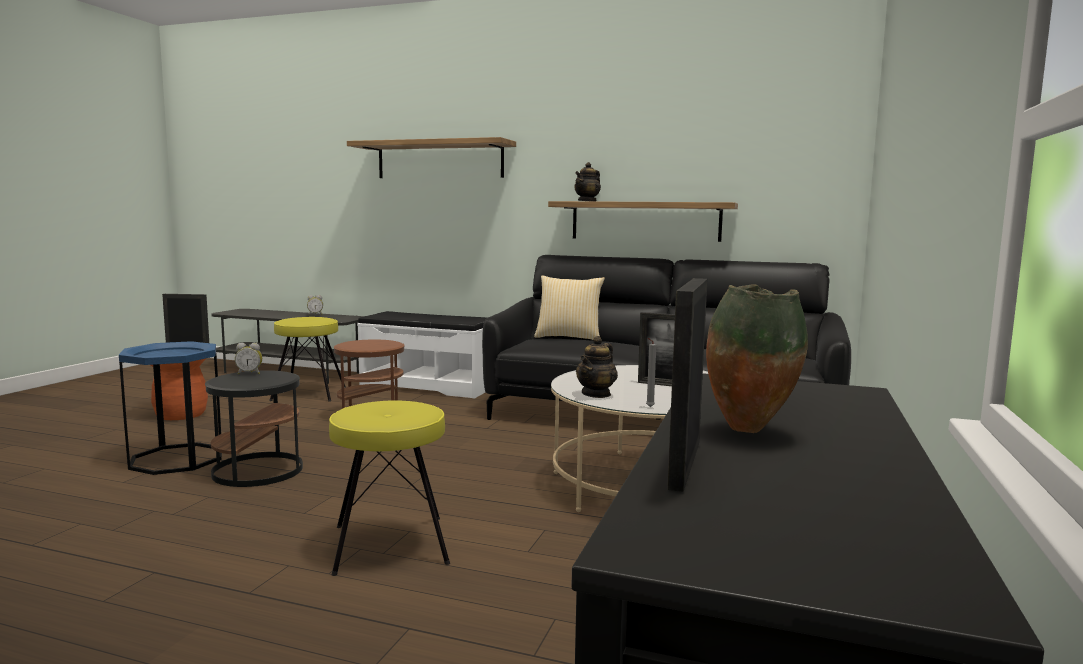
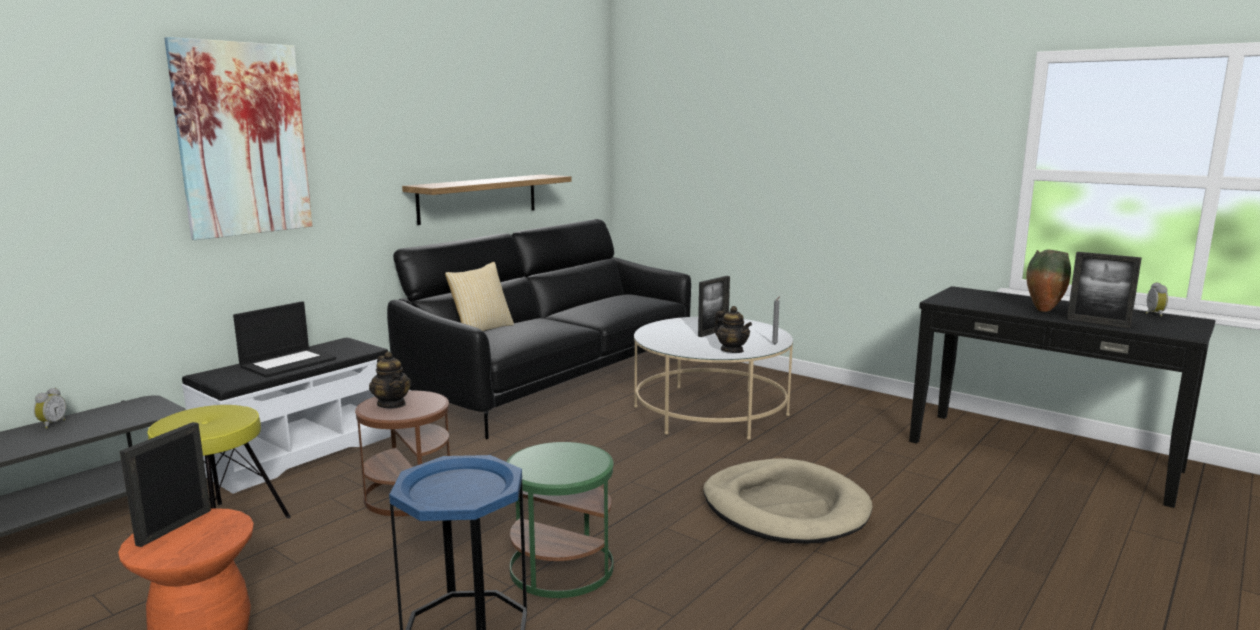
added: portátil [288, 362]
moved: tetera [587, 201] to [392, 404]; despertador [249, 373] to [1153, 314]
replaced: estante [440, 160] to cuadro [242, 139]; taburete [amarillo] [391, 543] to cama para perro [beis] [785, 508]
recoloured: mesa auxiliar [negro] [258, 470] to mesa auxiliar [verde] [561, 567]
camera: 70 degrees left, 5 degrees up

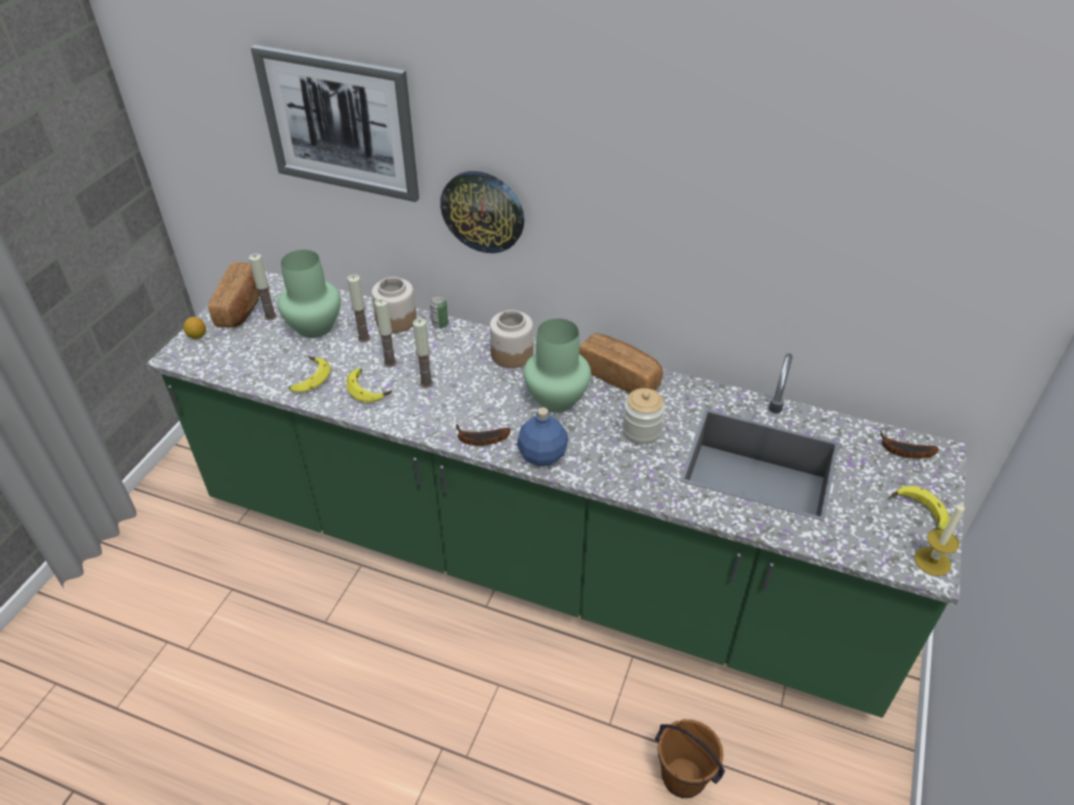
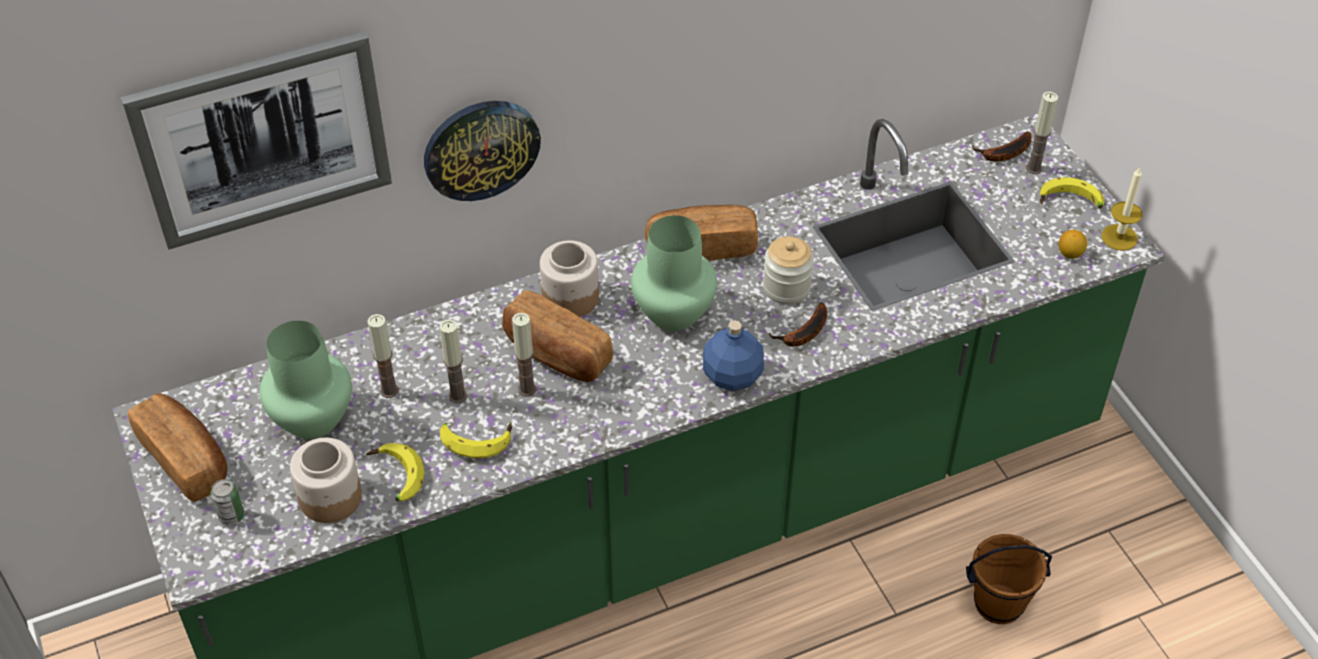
added: pan [556, 353]
moved: vela [270, 316] to [1034, 168]; tarro [396, 320] to [329, 497]; lata [440, 324] to [231, 516]; limón [197, 336] to [1070, 254]; plátano [479, 439] to [803, 333]
camera: 45 degrees left, 5 degrees up

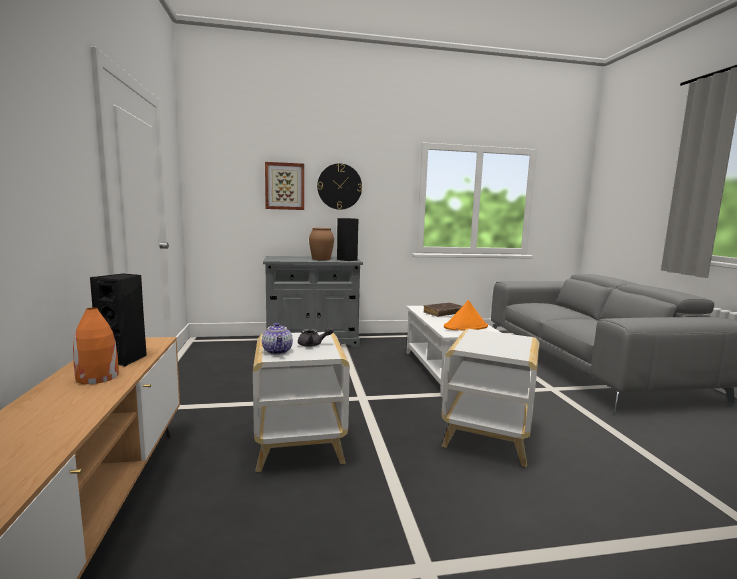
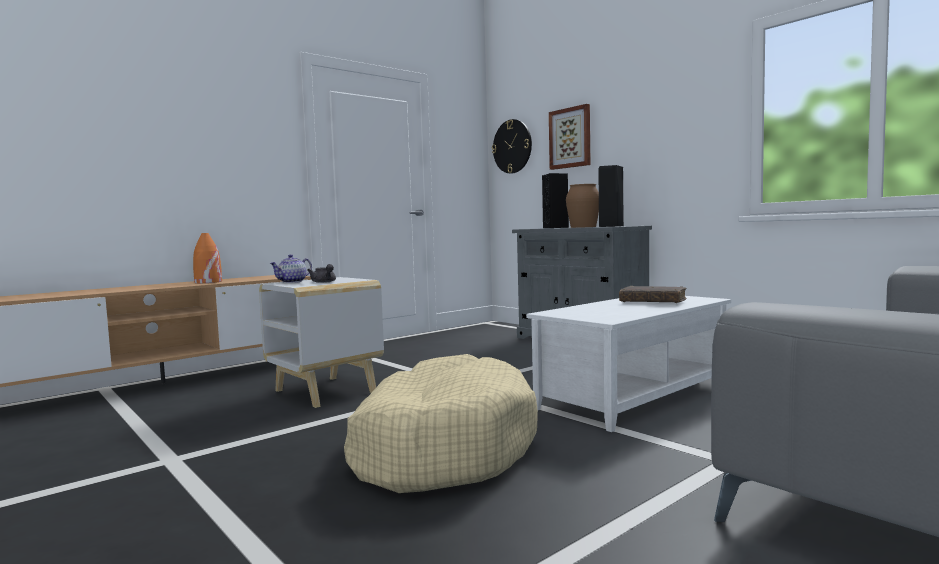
removed: sombrero [naranja] [466, 327]
moved: reloj de pared [339, 186] to [512, 146]; altavoz [negro] [124, 359] to [556, 227]
replaced: mesa auxiliar [blanco] [488, 440] to cama para perro [beis] [441, 447]
camera: 60 degrees right, 5 degrees down

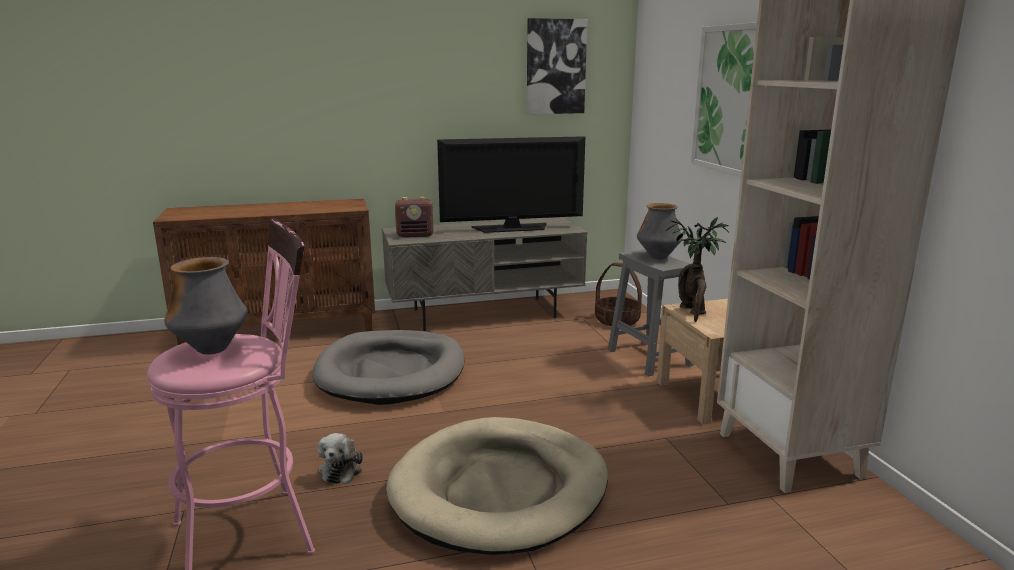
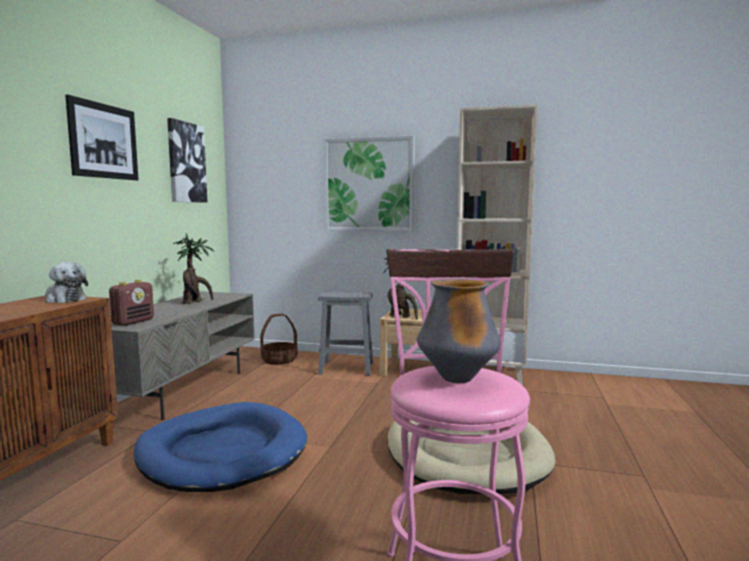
removed: florero [658, 257]
added: cuadro [104, 141]
moved: peluche [342, 469] to [64, 299]
replaced: televisor [512, 228] to planta en maceta [195, 302]
recoloured: cama para perro [gris] [391, 372] to cama para perro [azul] [222, 452]
camera: 60 degrees left, 10 degrees down

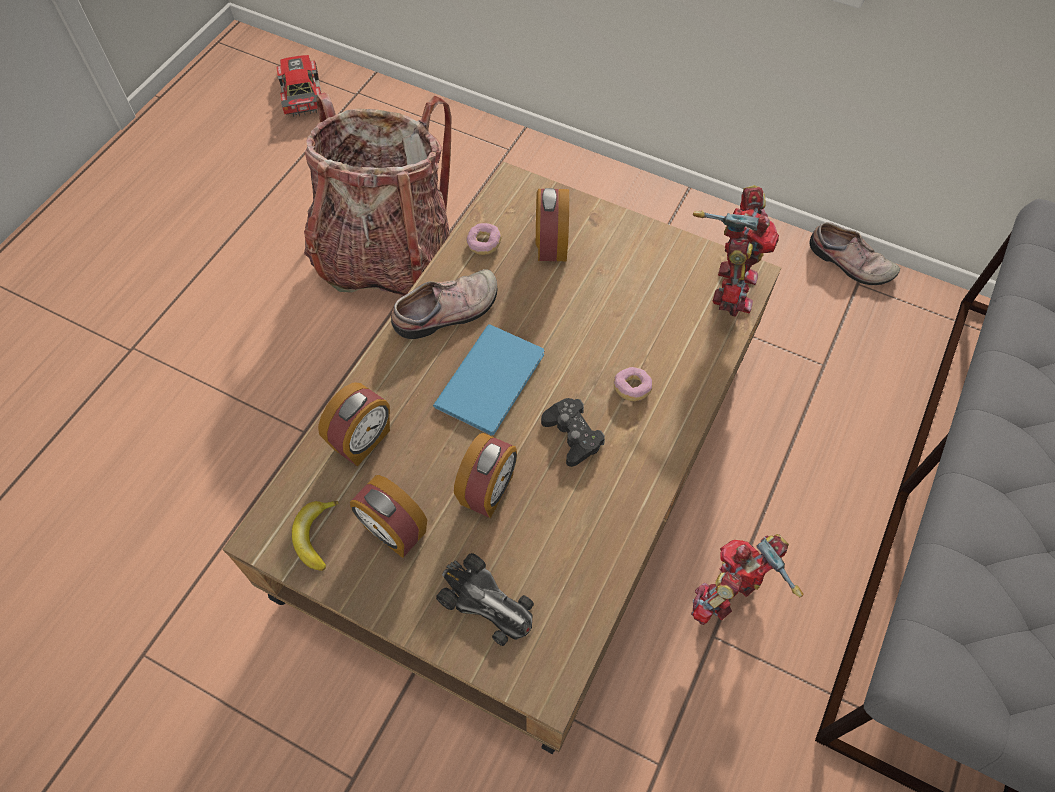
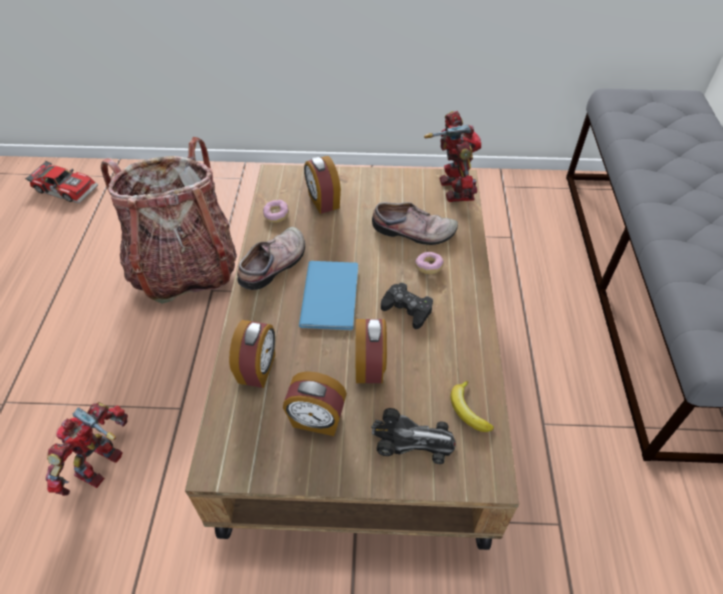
moved: zapato [849, 263] to [413, 232]; plátano [315, 536] to [468, 410]; robot de juguete [729, 594] to [102, 466]
turned: coche de juguete [299, 93] = [66, 187] 150 degrees clockwise
camera: 25 degrees left, 10 degrees down

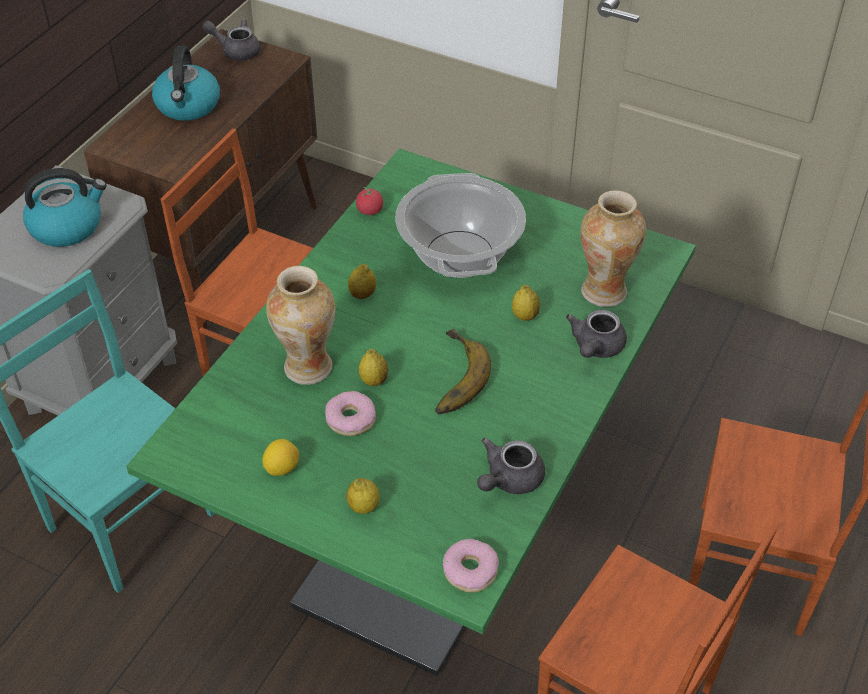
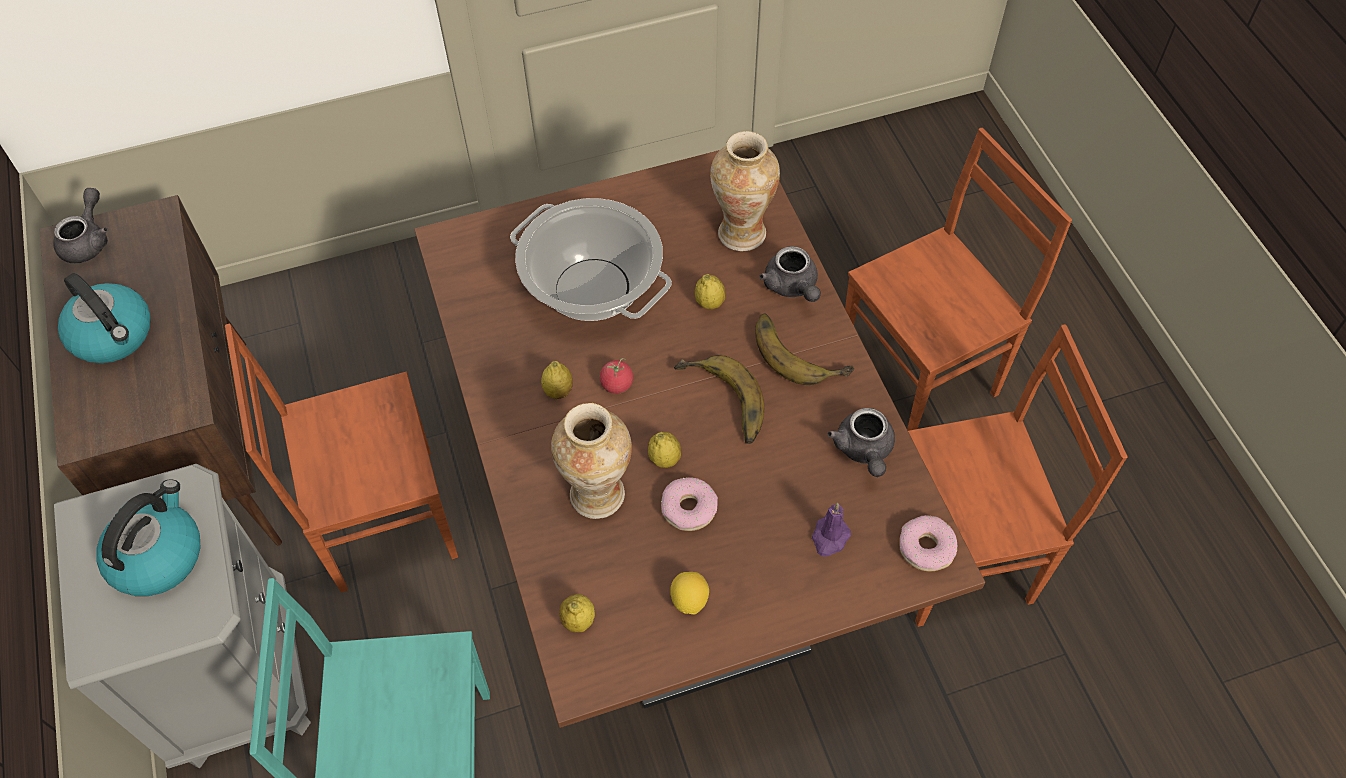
added: plátano [800, 350]; vela [morado] [829, 538]
moved: tomate [370, 210] to [617, 384]; limón [363, 507] to [578, 621]
recoloured: mesa de comedor [verde] [434, 526] to mesa de comedor [marrón] [676, 540]
turned: tetera [gris] [236, 50] = [88, 241] 135 degrees clockwise
camera: 45 degrees left, 10 degrees up

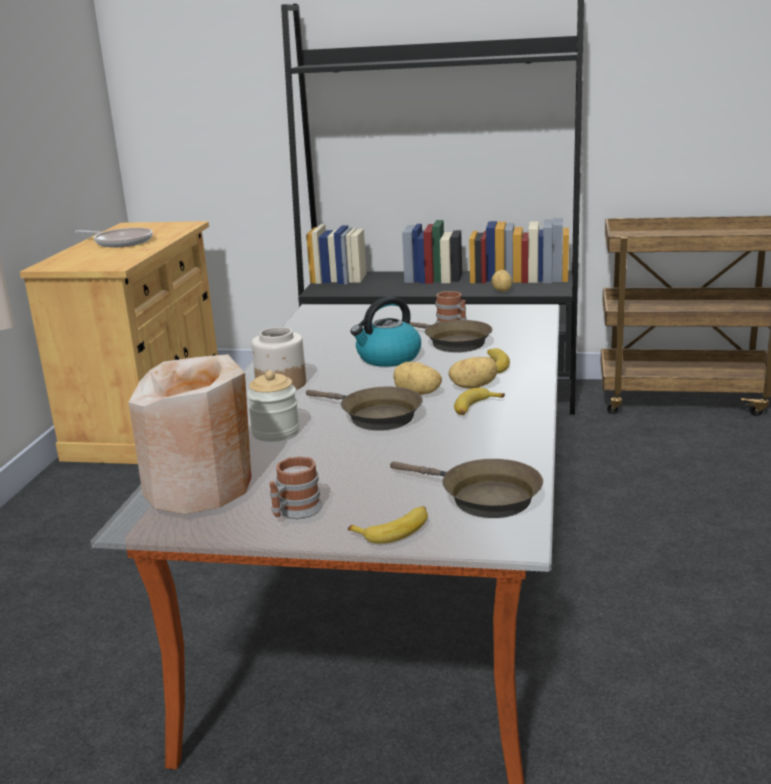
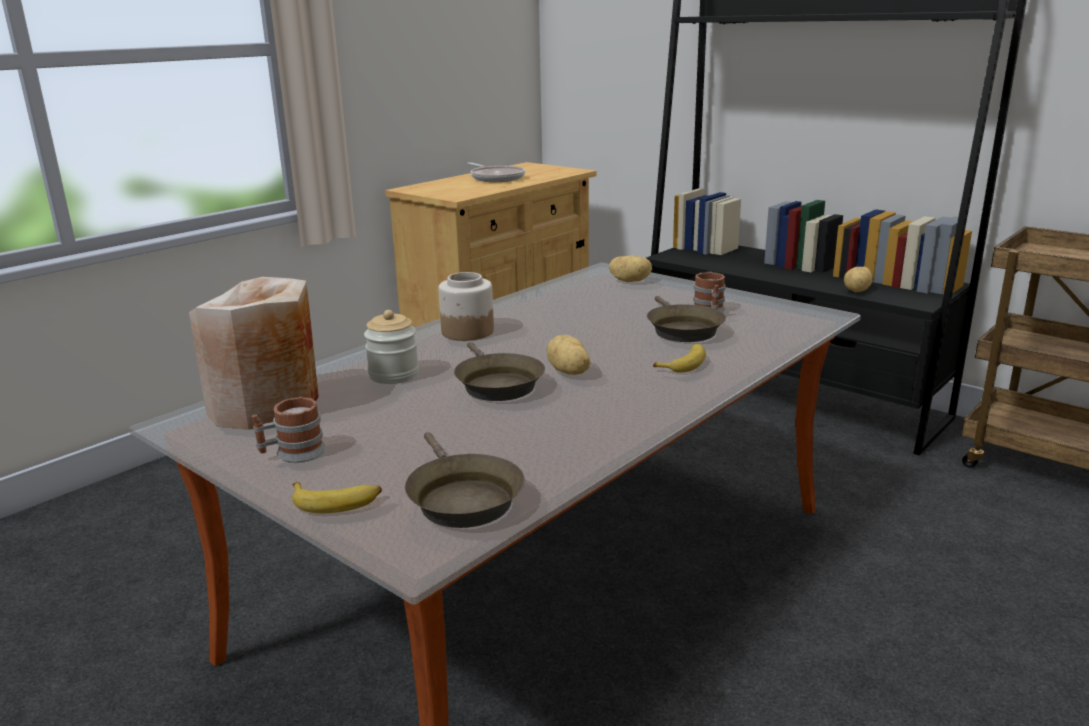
removed: hervidor [388, 358]; plátano [475, 408]
moved: patata [473, 386] to [630, 281]
camera: 30 degrees right, 0 degrees up

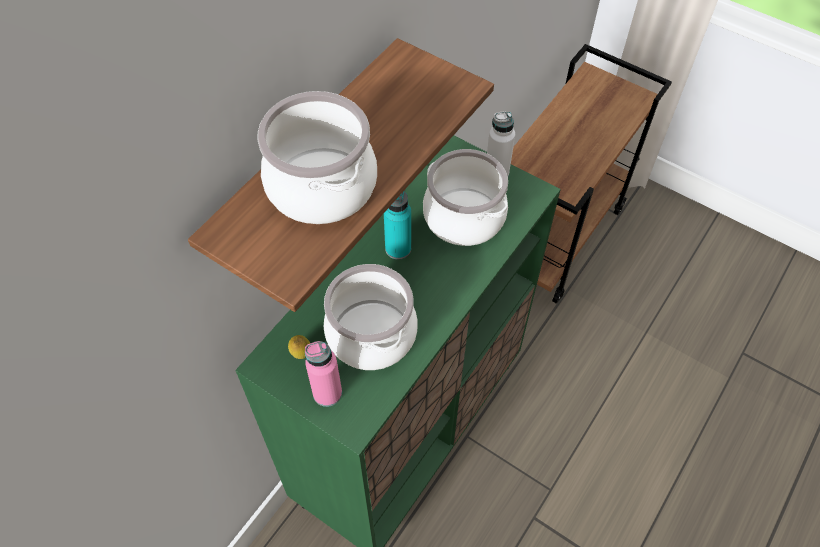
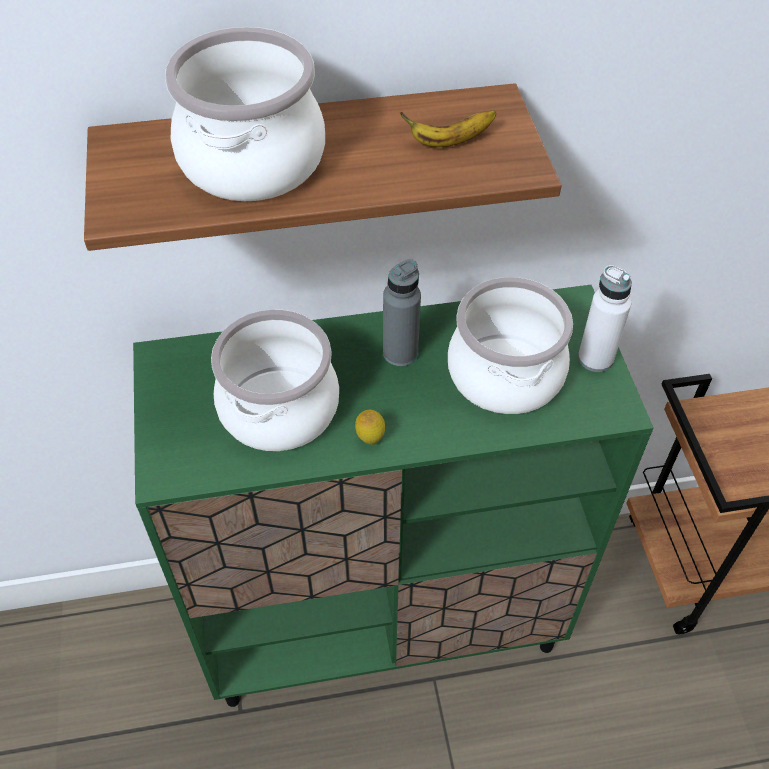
removed: botella [rosa] [327, 393]
added: plátano [450, 141]
moved: limón [301, 354] to [370, 439]
recoloured: botella [turquesa] [398, 249] to botella [gris] [400, 353]
camera: 45 degrees right, 5 degrees down

